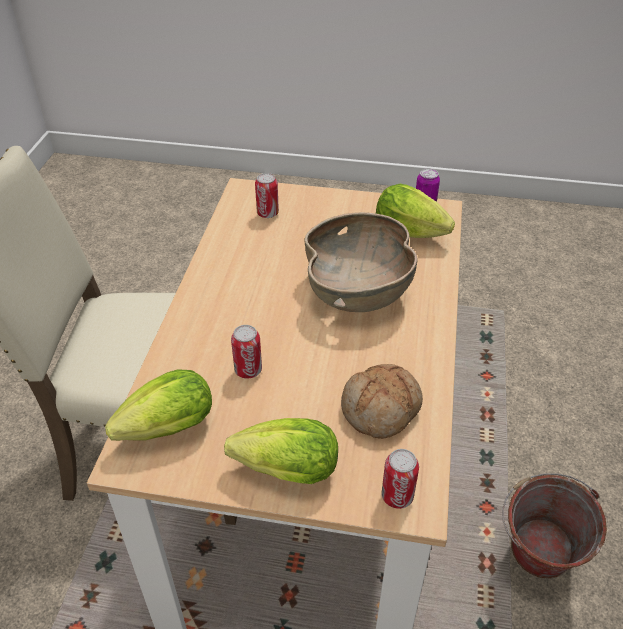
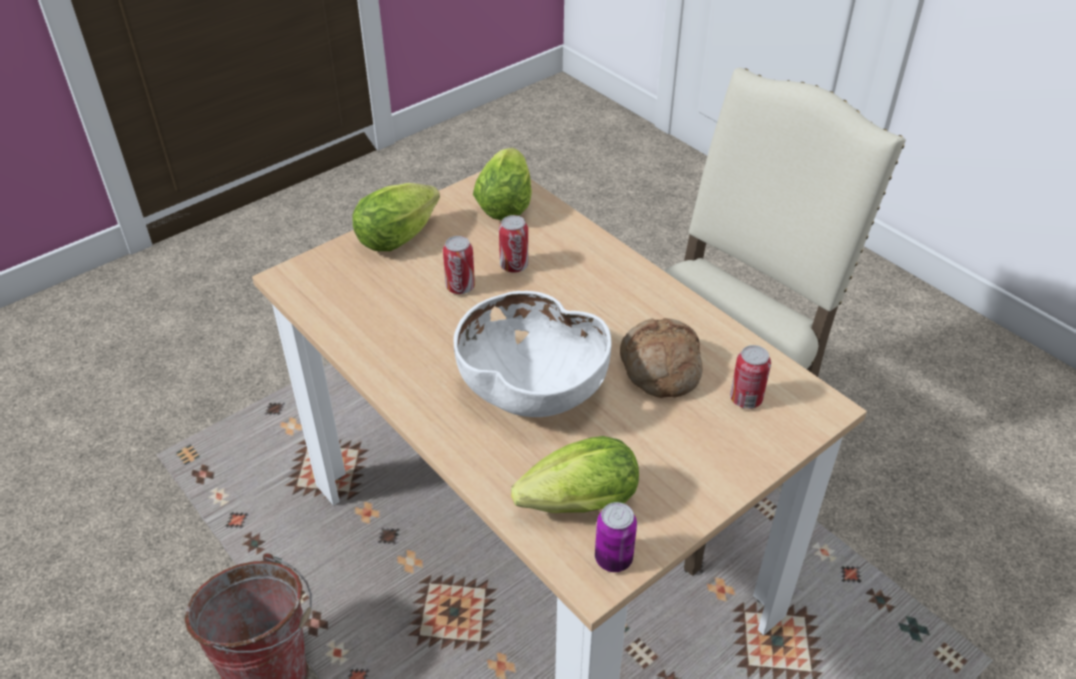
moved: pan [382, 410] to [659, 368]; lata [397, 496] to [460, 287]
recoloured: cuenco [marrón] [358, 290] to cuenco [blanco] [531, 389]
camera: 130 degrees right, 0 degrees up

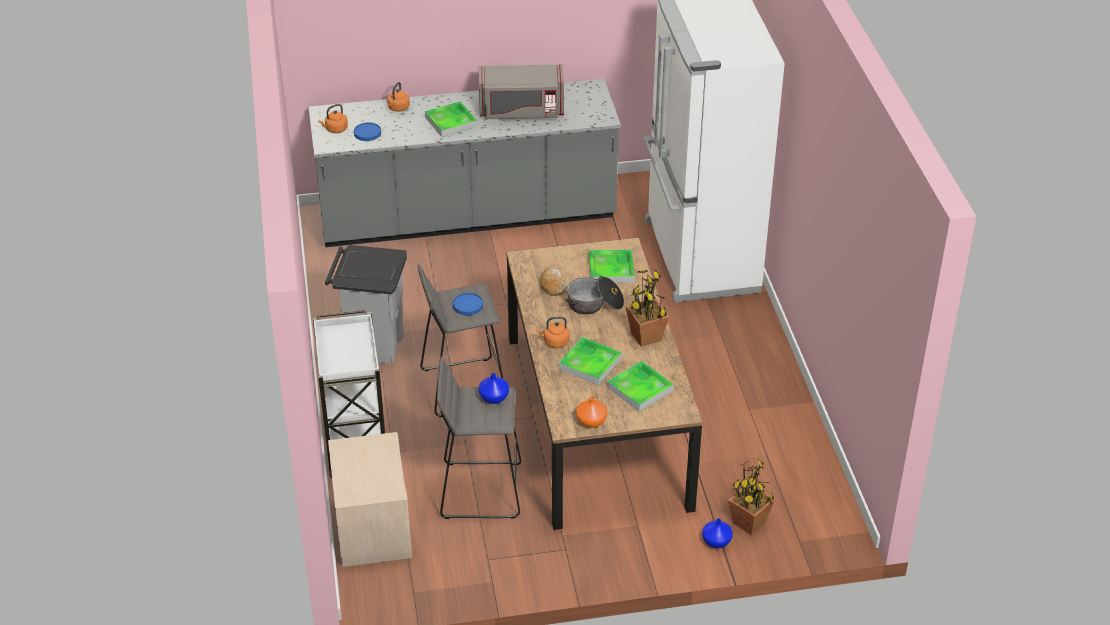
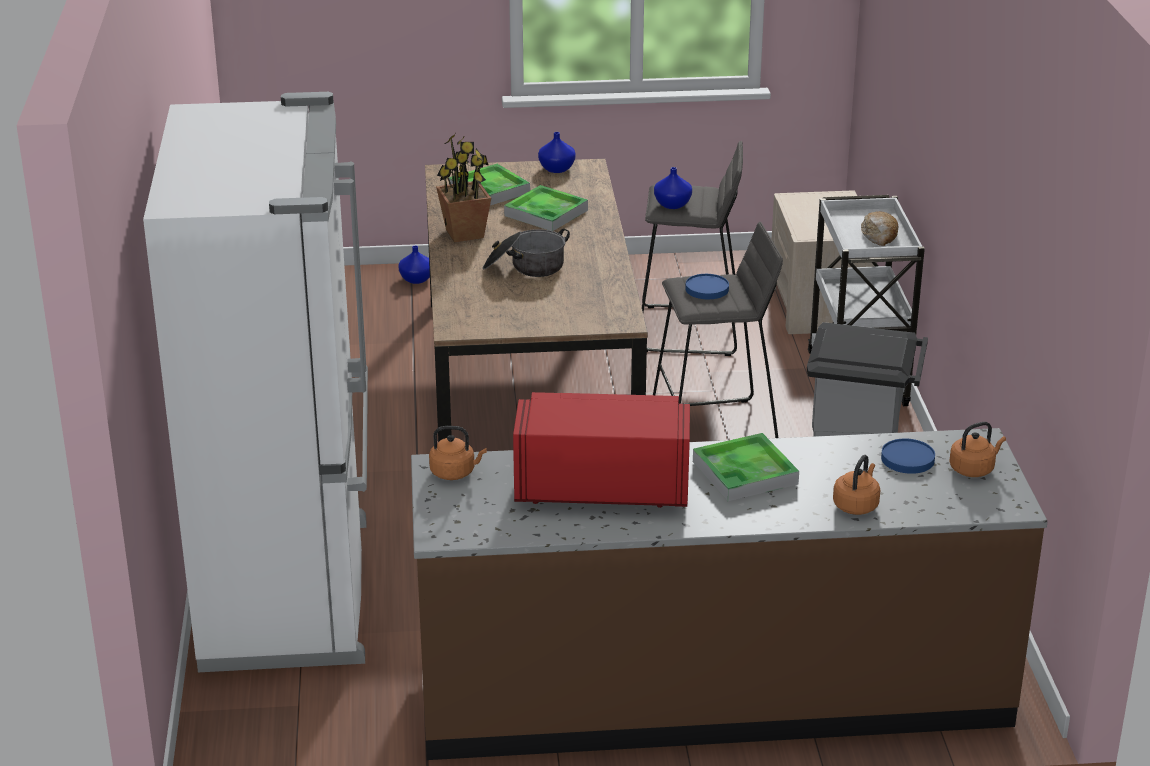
removed: bandeja [611, 269]; planta en maceta [749, 523]
moved: pan [553, 285] to [879, 236]; hervidor [naranja] [555, 342] to [455, 473]
recoloured: microondas [gris] [521, 111] to microondas [rojo] [602, 487]; mueble bajo de cocina [gris] [467, 217] to mueble bajo de cocina [marrón] [712, 691]; florero [naranja] [592, 422] to florero [azul] [556, 168]
camera: 175 degrees left, 10 degrees down

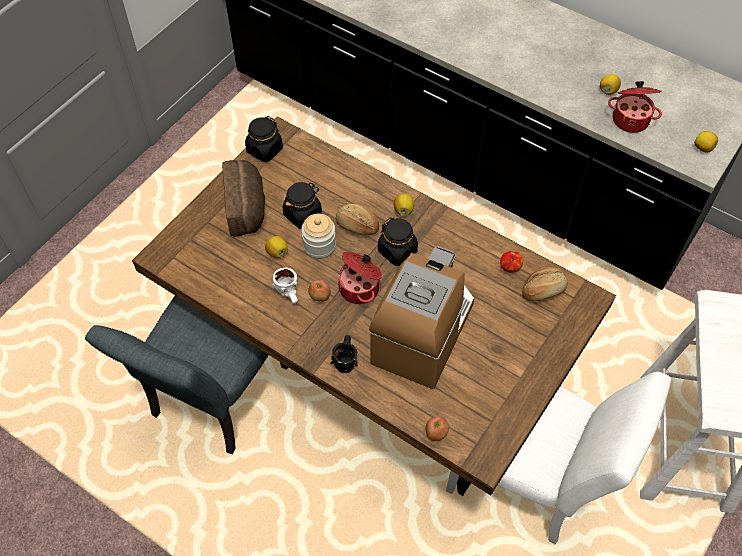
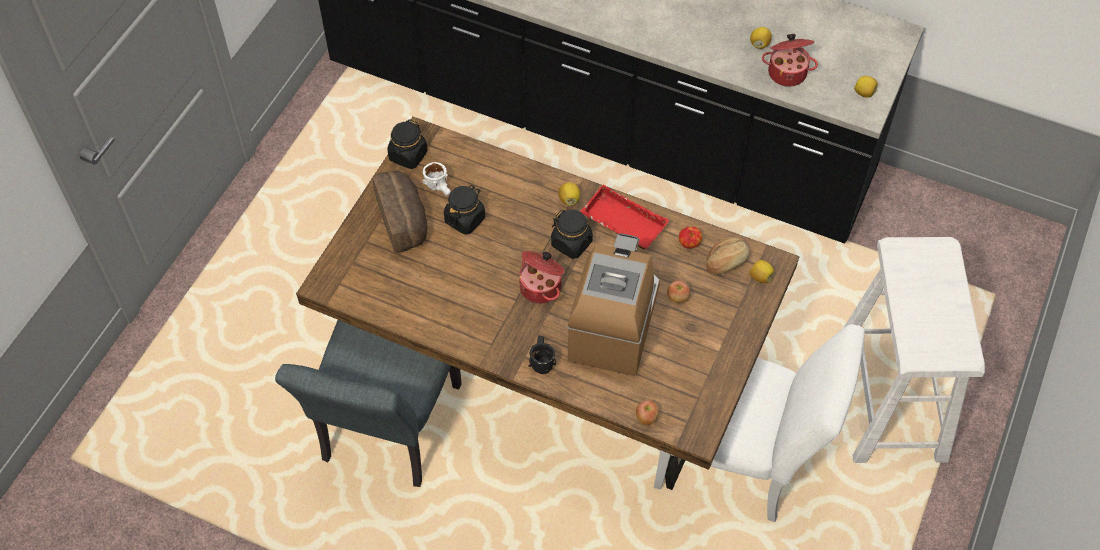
removed: pan [357, 226]; tarro [319, 246]
added: bandeja [rojo] [621, 223]
moved: limón [277, 252] to [760, 277]; taza grande [blanco] [290, 293] to [440, 188]; manzana [320, 297] to [677, 298]
camera: 10 degrees left, 0 degrees up

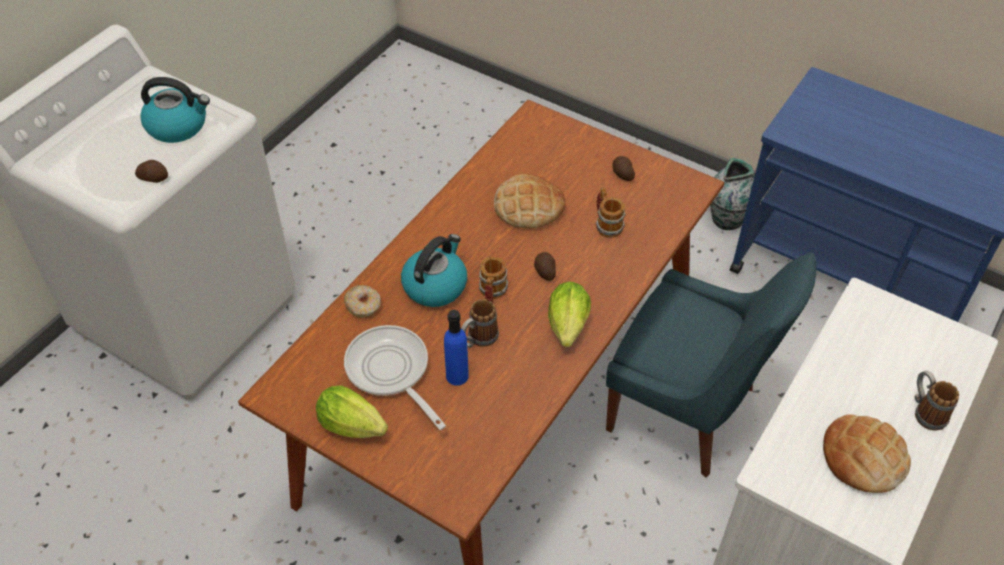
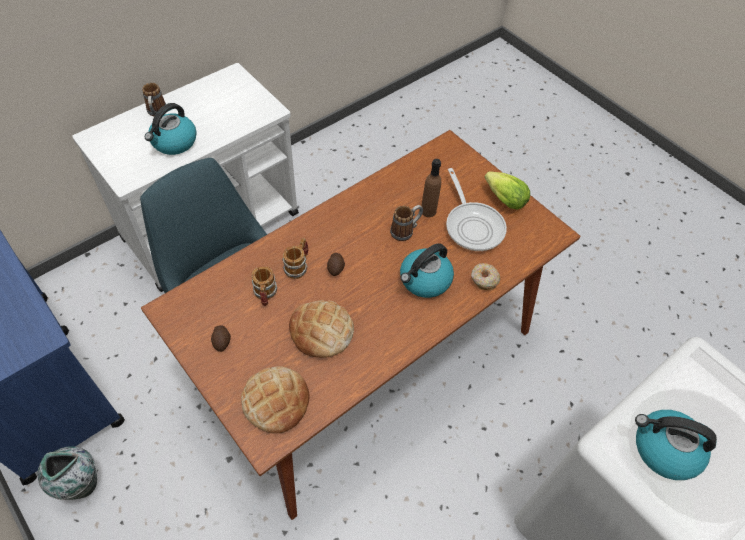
removed: patata [153, 178]; lechuga [567, 329]
added: hervidor [174, 142]
moved: taza grande [492, 293] to [298, 266]; pan [863, 458] to [276, 401]
recoloured: botella [azul] [457, 376] to botella [marrón] [428, 211]
camera: 165 degrees left, 5 degrees up

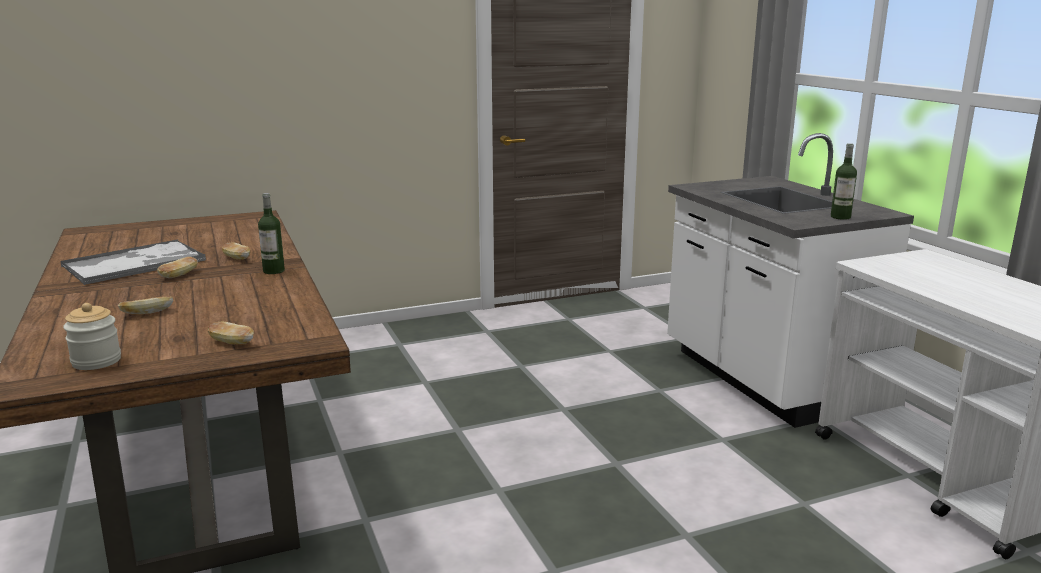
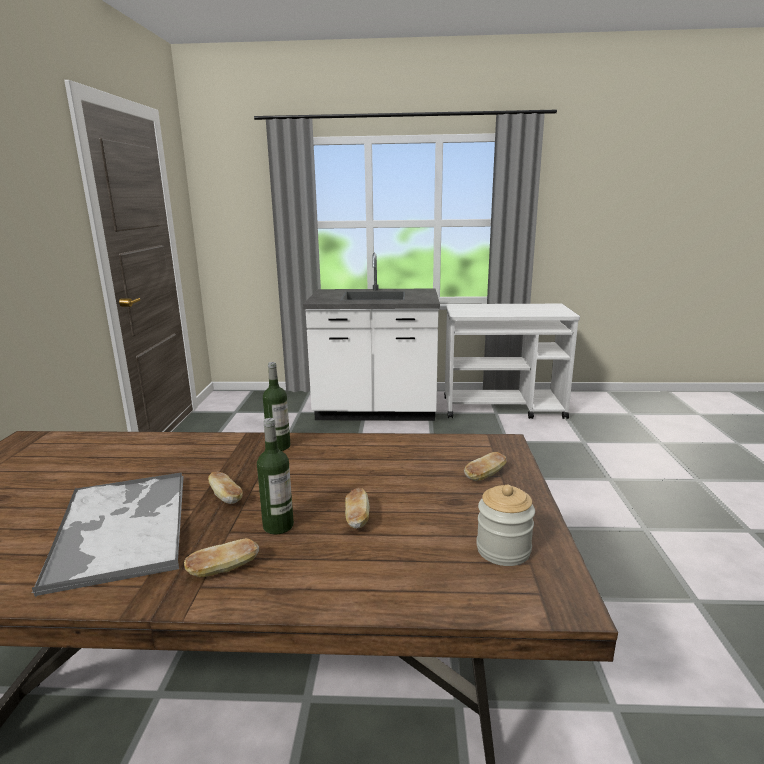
moved: botella [840, 217] to [278, 526]; pan [237, 258] to [224, 570]
camera: 65 degrees left, 0 degrees up

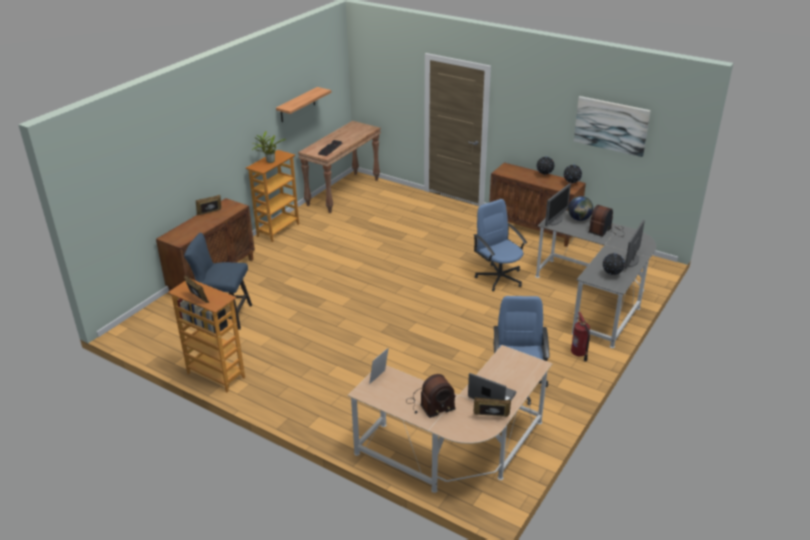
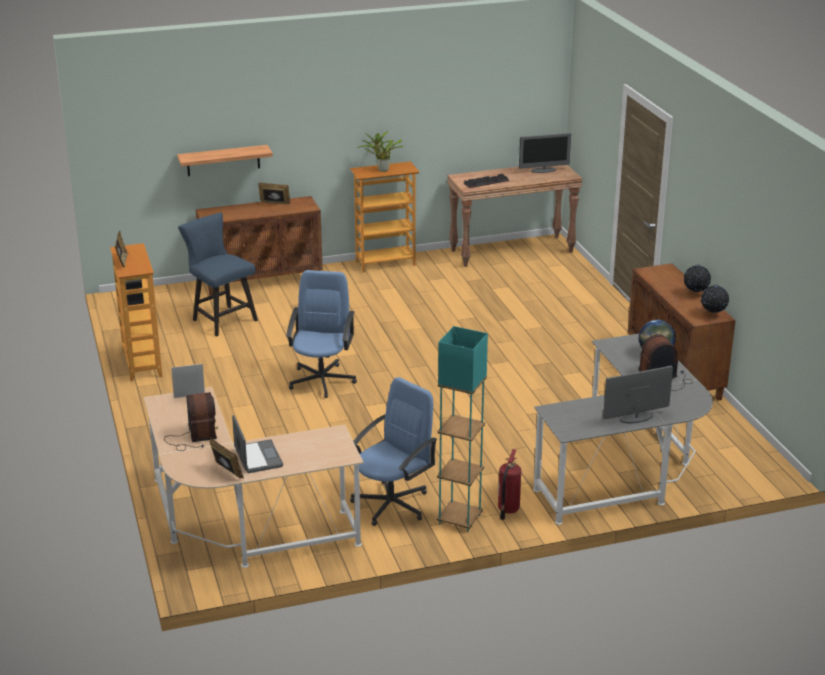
removed: cuadro [611, 125]; globo terráqueo [611, 275]
added: lámpara de pie [turquesa] [459, 519]
moved: estante [297, 105] to [223, 160]; monitor [556, 220] to [543, 170]; silla de oficina [azul] [499, 277] to [322, 380]
turned: radio [429, 404] = [194, 437] 120 degrees counterclockwise
camera: 40 degrees right, 5 degrees down

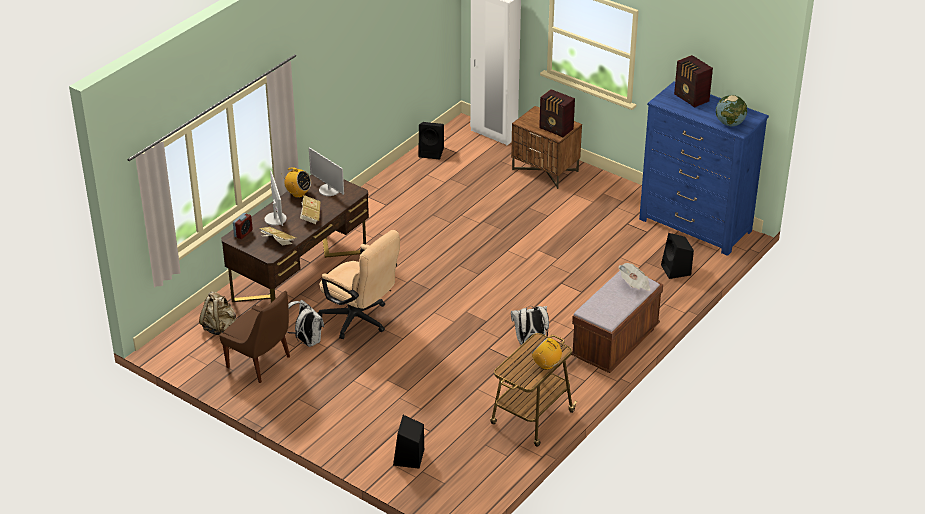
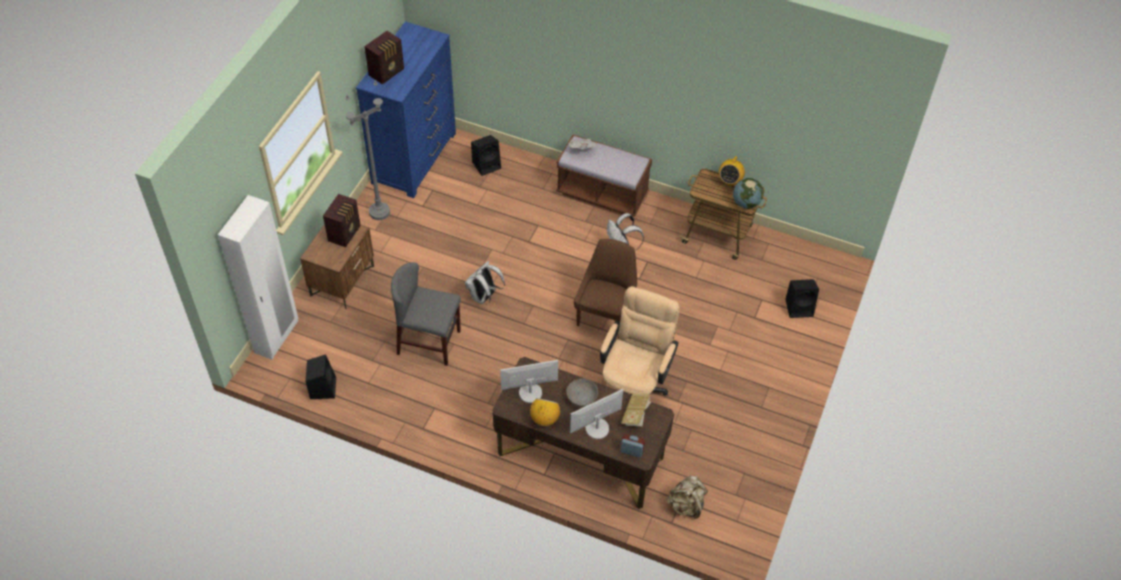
added: lámpara de pie [gris] [379, 212]; silla [gris] [429, 342]
moved: globo terráqueo [730, 123] to [746, 203]; silla [marrón] [260, 363] to [605, 315]; mochila [blanco] [306, 341] to [484, 297]
replaced: libro [310, 216] to cuenco [gris] [581, 397]
turned: monitor [329, 190] = [530, 392] 135 degrees counterclockwise
camera: 105 degrees left, 15 degrees up

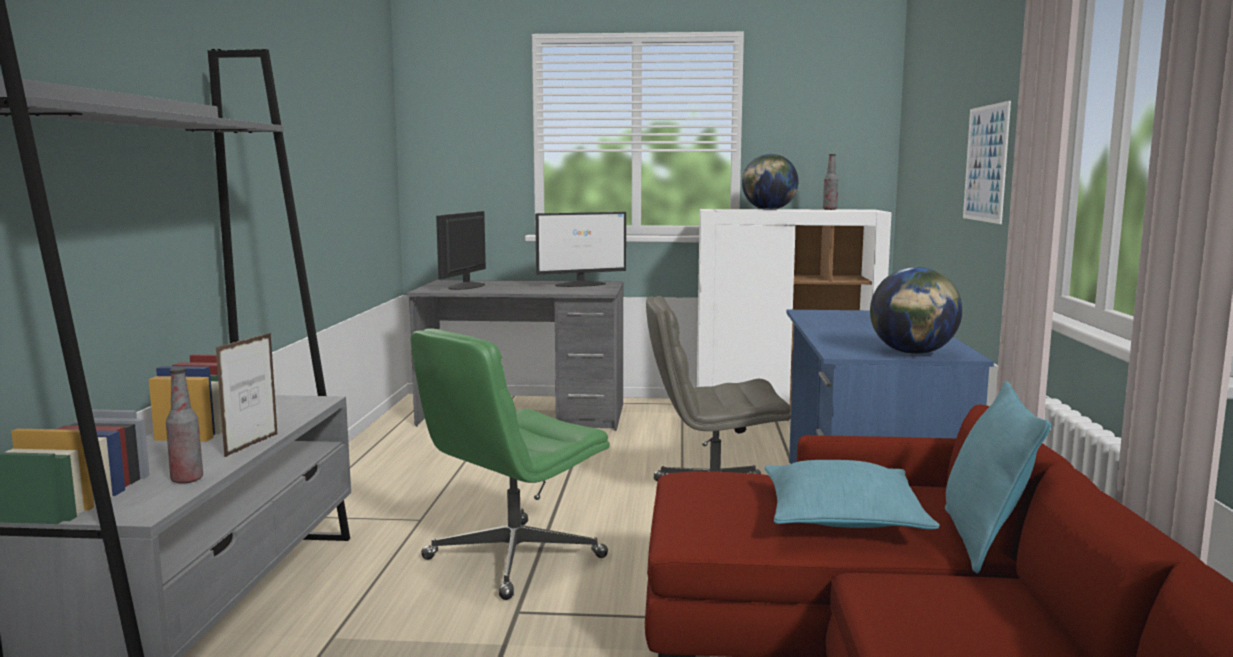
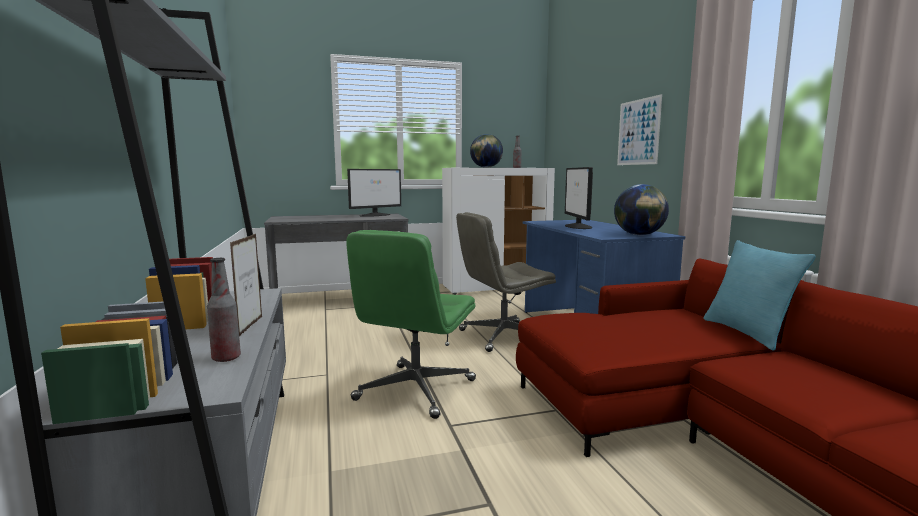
removed: cojín [turquesa] [843, 517]
moved: monitor [466, 286] to [578, 226]
camera: 20 degrees left, 0 degrees up

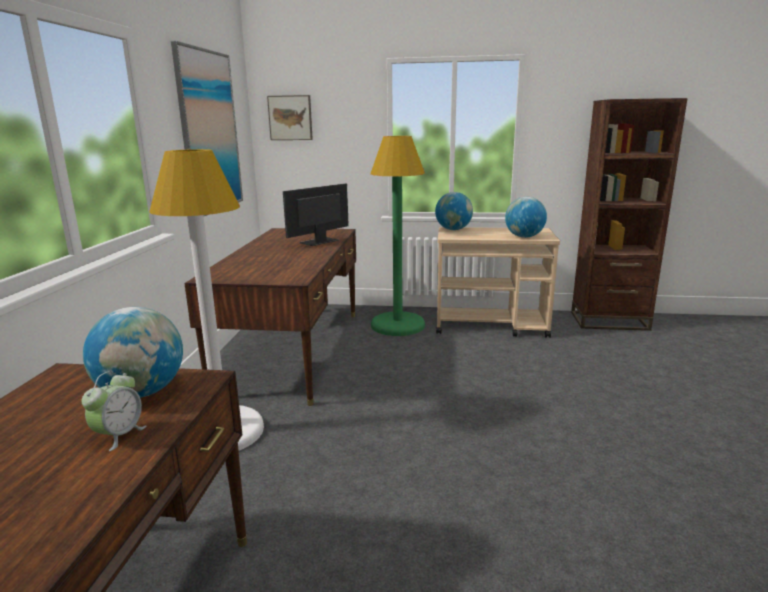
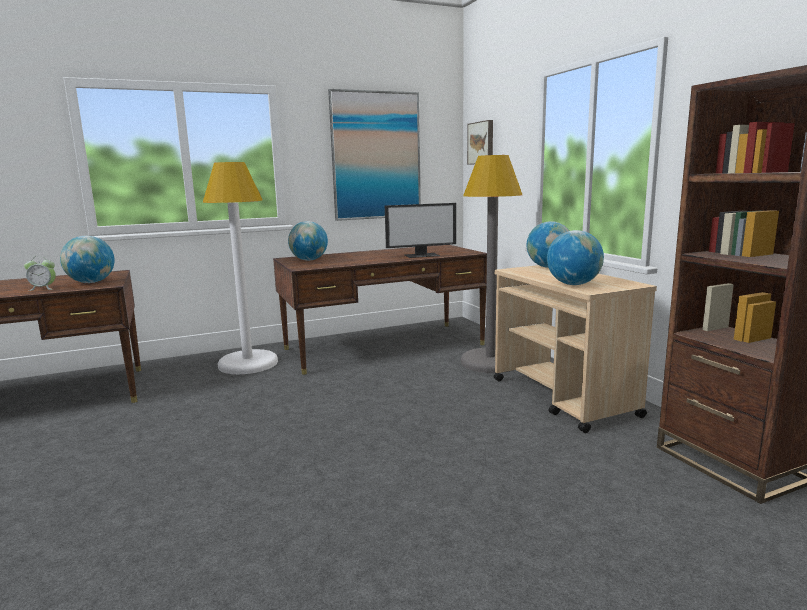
added: globo terráqueo [309, 260]
recoloured: lámpara de pie [verde] [397, 325] to lámpara de pie [gris] [490, 362]
turned: monitor [319, 242] = [422, 255] 150 degrees clockwise
camera: 60 degrees right, 5 degrees down

